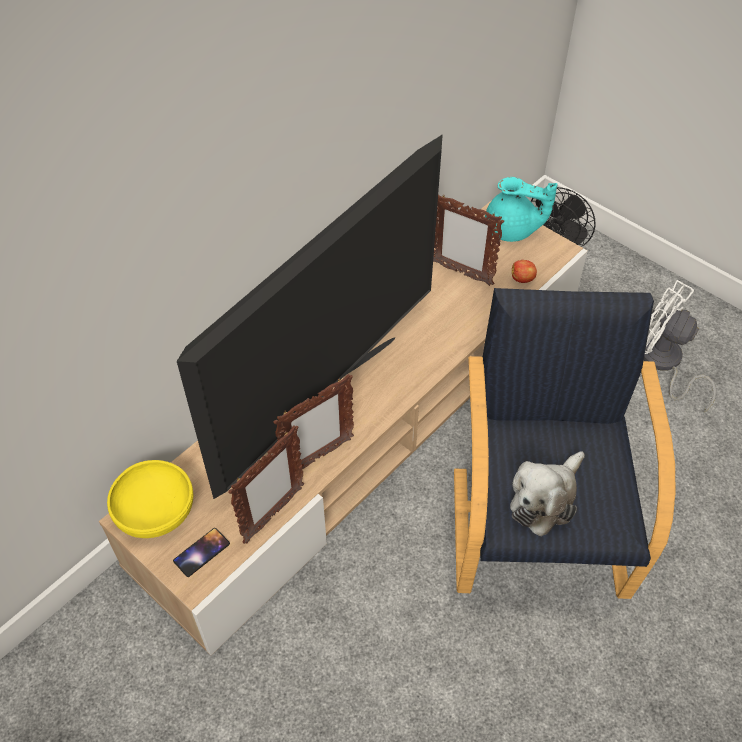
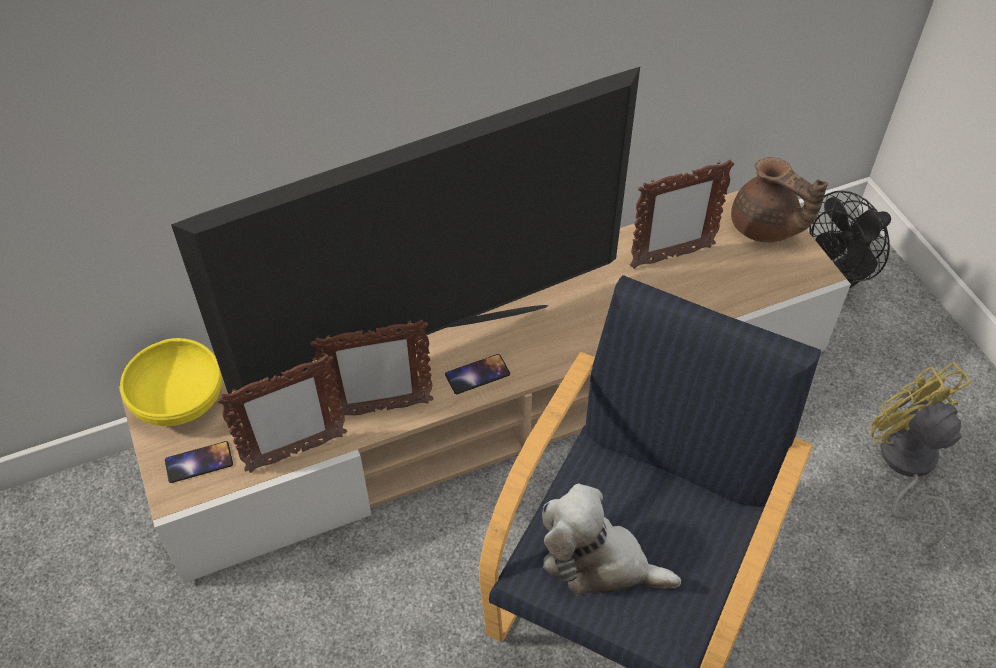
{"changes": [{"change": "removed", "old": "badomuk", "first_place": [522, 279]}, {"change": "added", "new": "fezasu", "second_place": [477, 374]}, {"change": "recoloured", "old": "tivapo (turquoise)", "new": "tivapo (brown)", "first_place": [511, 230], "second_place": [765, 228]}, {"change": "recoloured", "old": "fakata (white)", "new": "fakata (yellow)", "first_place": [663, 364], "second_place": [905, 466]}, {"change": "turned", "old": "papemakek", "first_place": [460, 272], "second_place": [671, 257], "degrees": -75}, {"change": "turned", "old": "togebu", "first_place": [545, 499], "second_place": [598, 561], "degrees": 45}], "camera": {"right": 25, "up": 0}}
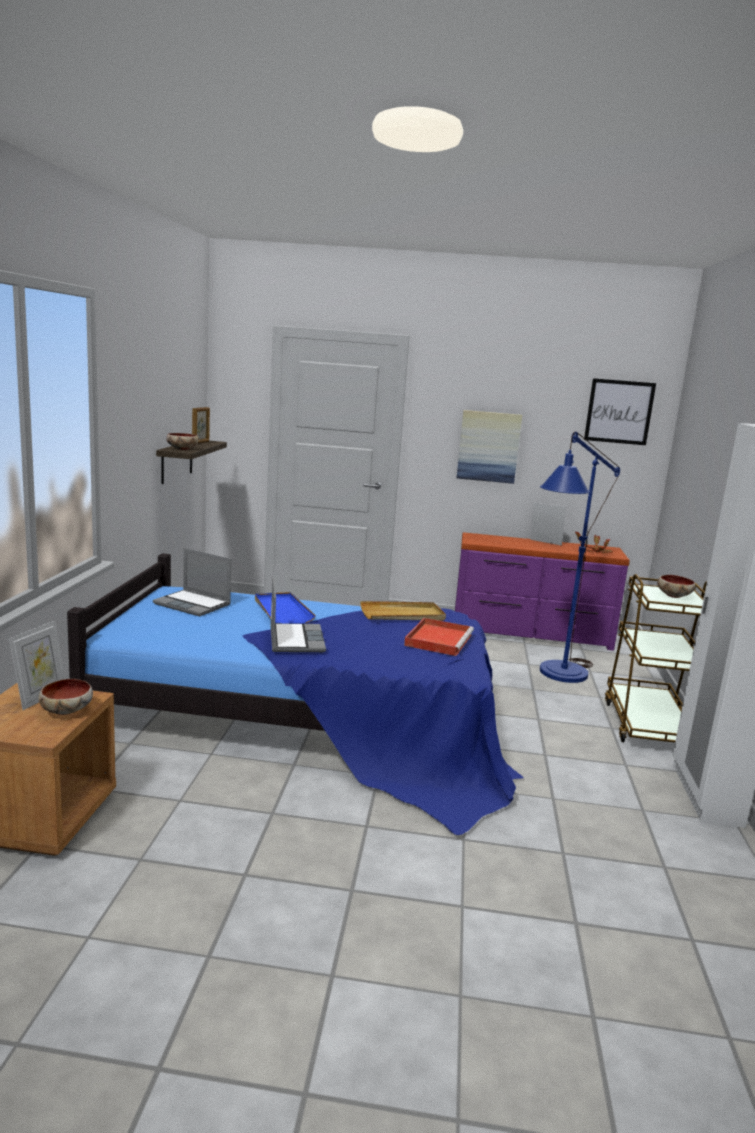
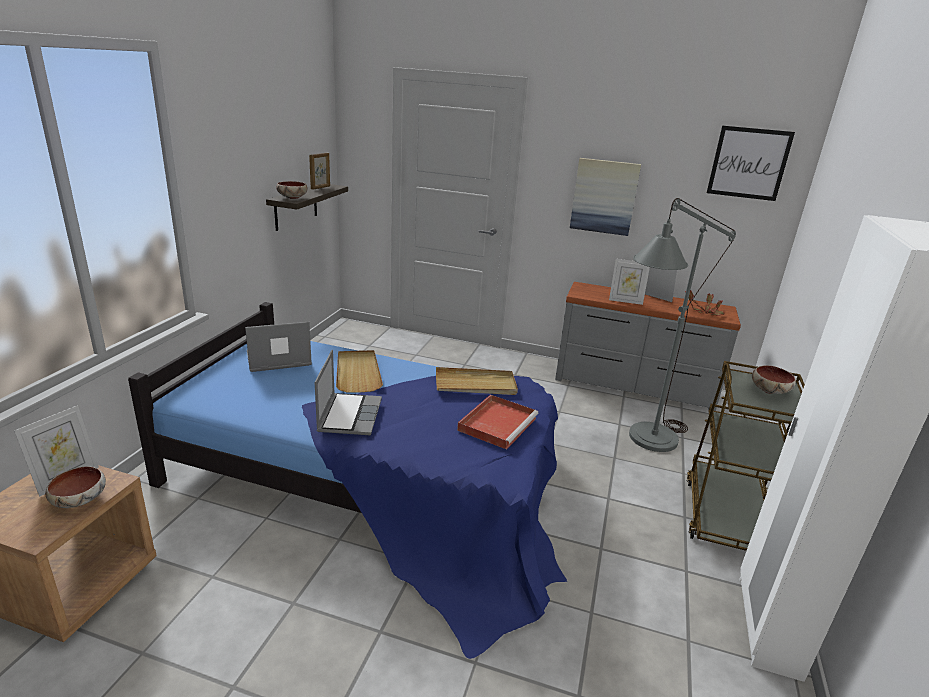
{"changes": [{"change": "added", "new": "papemakek", "second_place": [625, 301]}, {"change": "recoloured", "old": "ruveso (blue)", "new": "ruveso (beige)", "first_place": [282, 611], "second_place": [358, 373]}, {"change": "recoloured", "old": "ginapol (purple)", "new": "ginapol (grey)", "first_place": [531, 634], "second_place": [633, 385]}, {"change": "recoloured", "old": "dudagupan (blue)", "new": "dudagupan (grey)", "first_place": [556, 676], "second_place": [644, 442]}, {"change": "turned", "old": "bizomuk", "first_place": [193, 604], "second_place": [278, 360], "degrees": 120}], "camera": {"right": 10, "up": 10}}
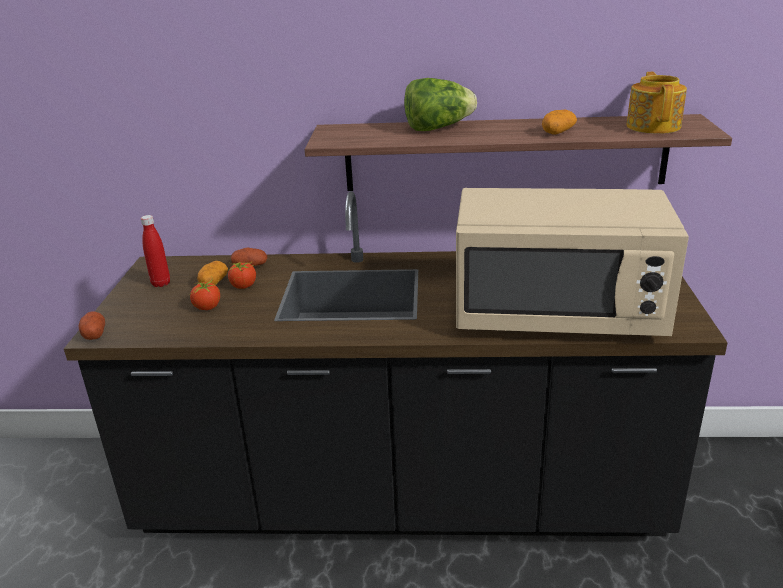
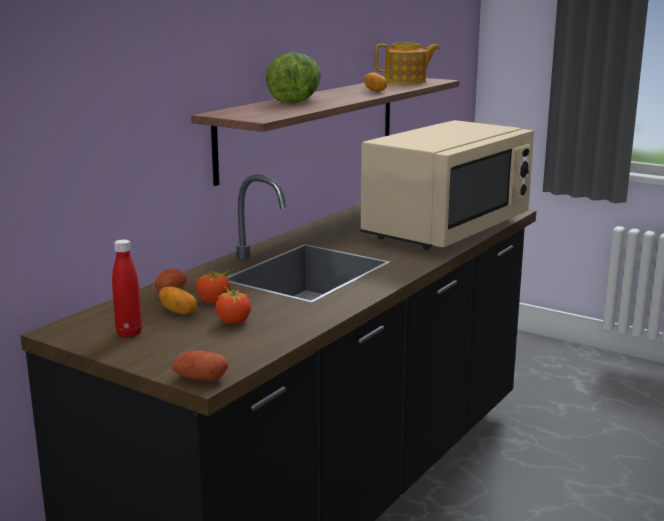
{"changes": [{"change": "turned", "old": "tivapo", "first_place": [654, 126], "second_place": [406, 82], "degrees": 135}], "camera": {"right": -60, "up": -10}}
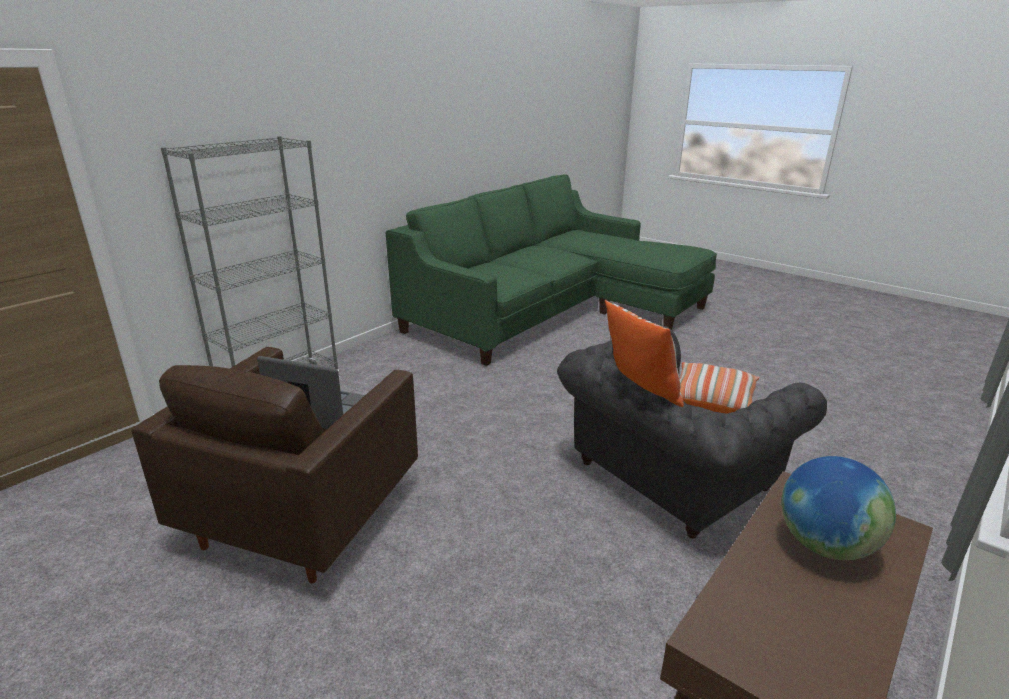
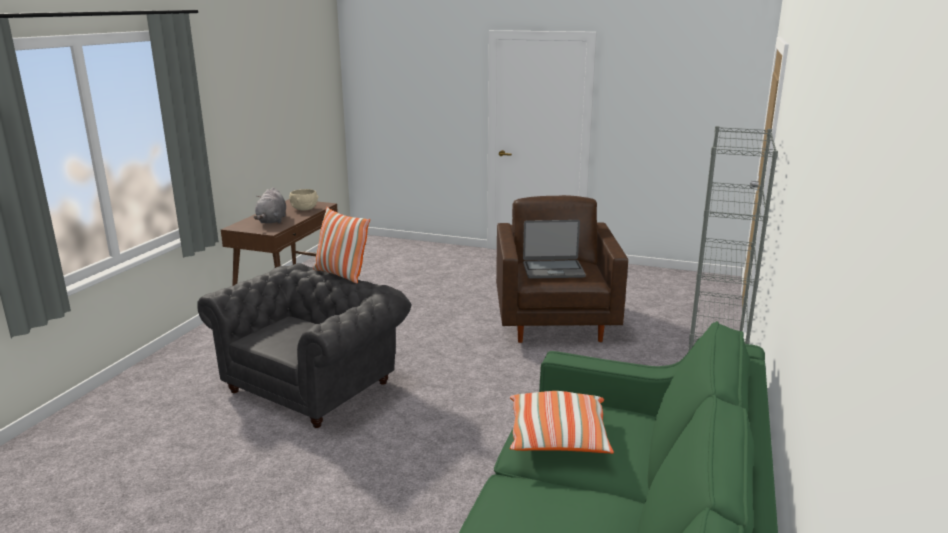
{"changes": [{"change": "added", "new": "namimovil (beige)", "second_place": [304, 209]}, {"change": "moved", "old": "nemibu", "first_place": [712, 400], "second_place": [558, 439]}, {"change": "replaced", "old": "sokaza", "new": "togebu (grey)", "first_place": [824, 545], "second_place": [272, 221]}], "camera": {"right": 160, "up": -5}}
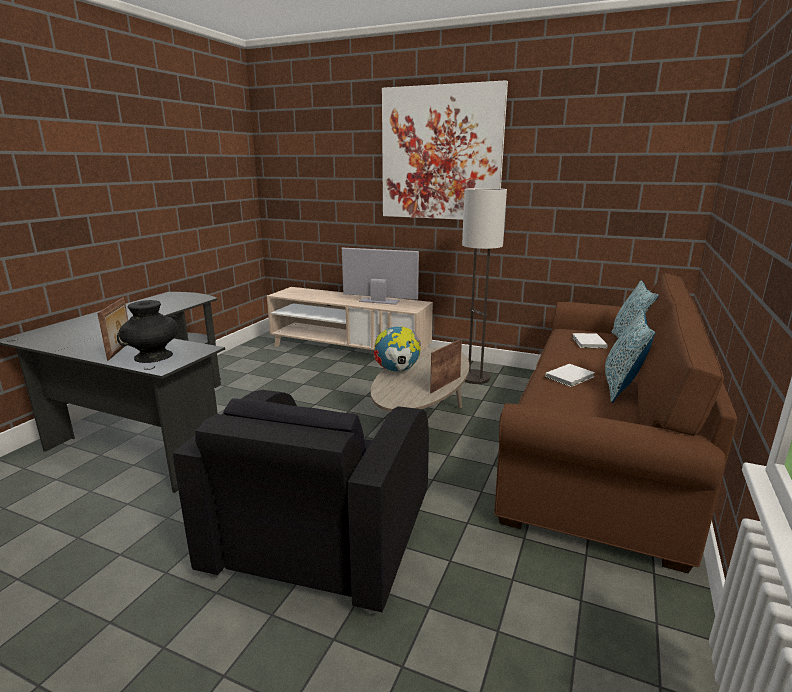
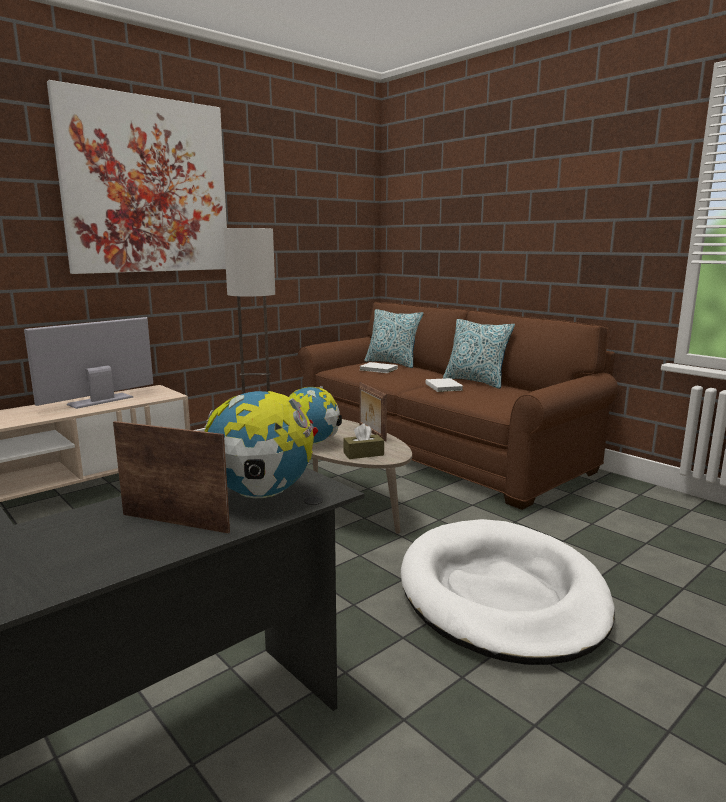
{"changes": [{"change": "added", "new": "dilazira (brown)", "second_place": [363, 454]}, {"change": "replaced", "old": "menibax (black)", "new": "sokaza", "first_place": [154, 356], "second_place": [261, 495]}, {"change": "replaced", "old": "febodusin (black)", "new": "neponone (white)", "first_place": [322, 534], "second_place": [502, 595]}], "camera": {"right": -65, "up": -5}}
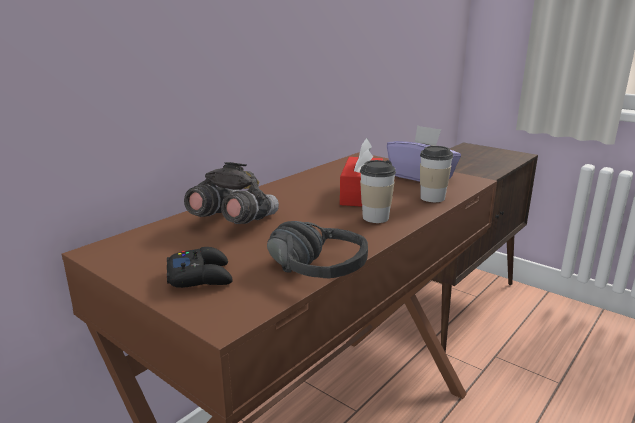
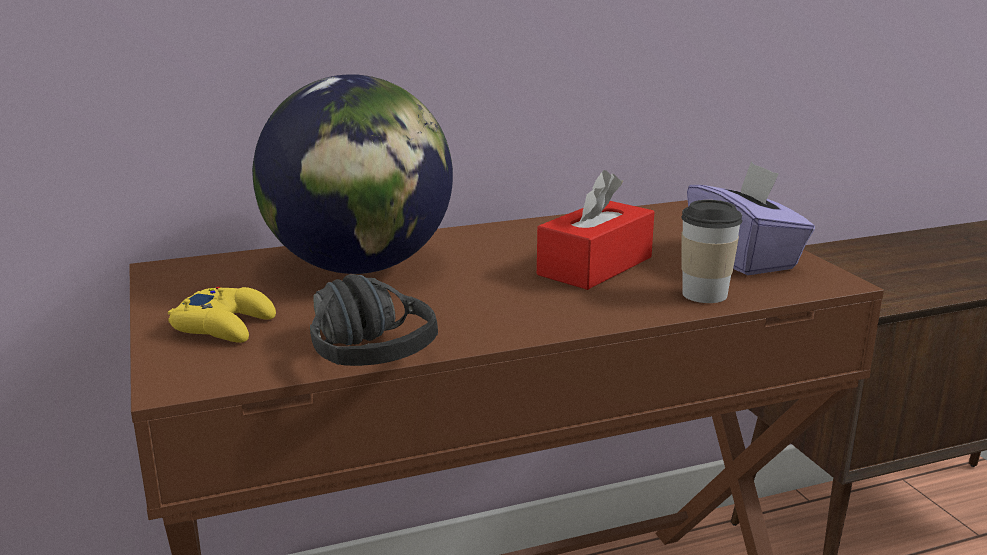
{"changes": [{"change": "removed", "old": "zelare", "first_place": [375, 218]}, {"change": "replaced", "old": "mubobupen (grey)", "new": "sokaza", "first_place": [233, 222], "second_place": [359, 267]}, {"change": "recoloured", "old": "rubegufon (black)", "new": "rubegufon (yellow)", "first_place": [200, 276], "second_place": [225, 325]}], "camera": {"right": 30, "up": 0}}
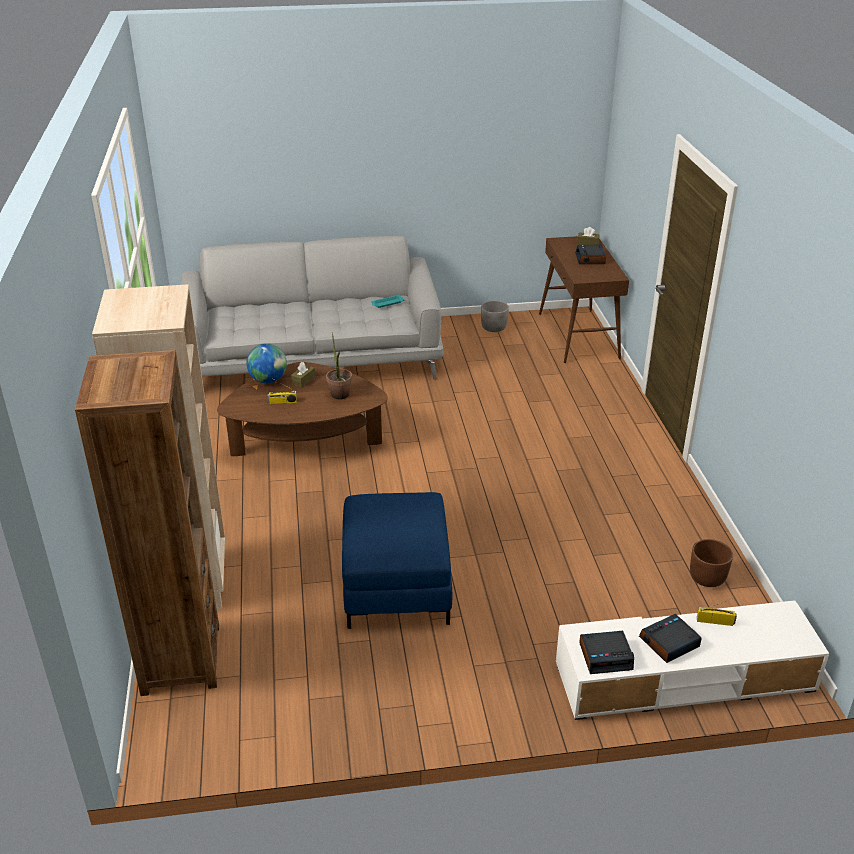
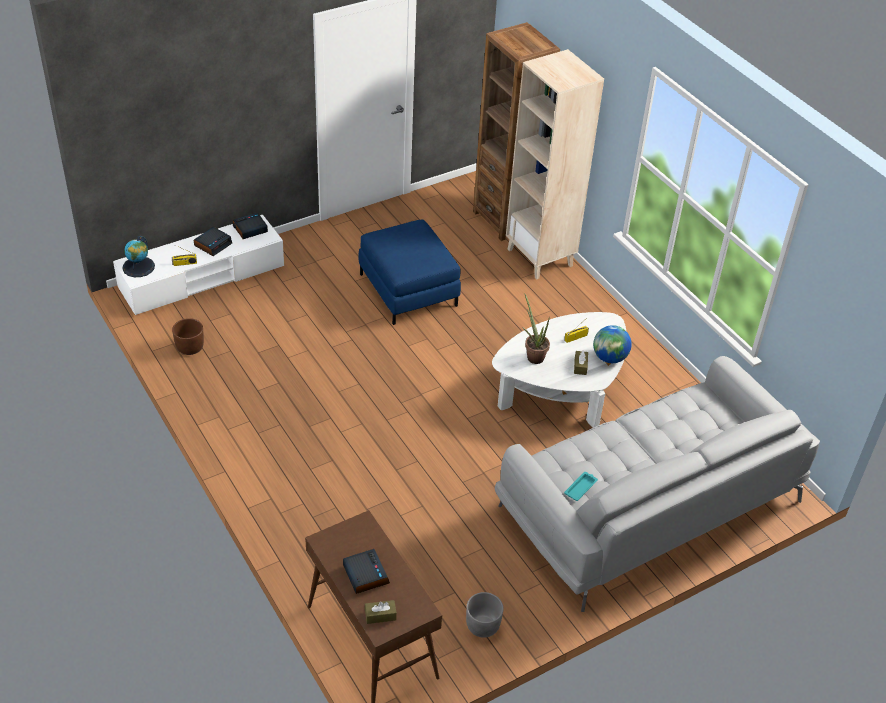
{"changes": [{"change": "added", "new": "sokaza", "second_place": [138, 267]}, {"change": "recoloured", "old": "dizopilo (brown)", "new": "dizopilo (white)", "first_place": [306, 443], "second_place": [562, 389]}], "camera": {"right": 155, "up": 10}}
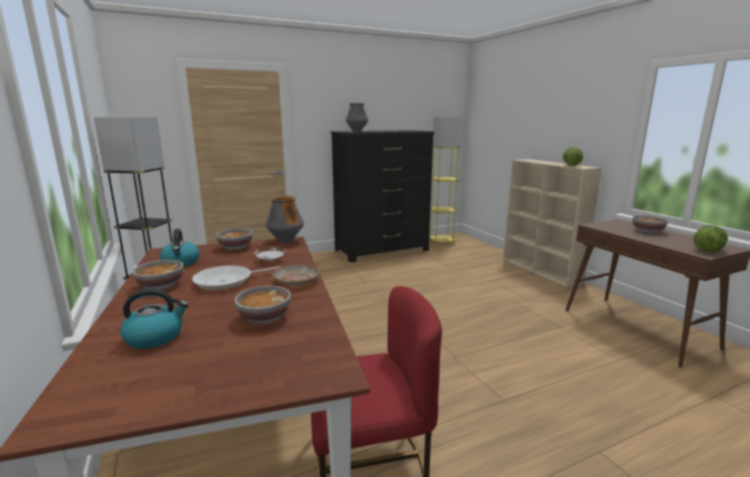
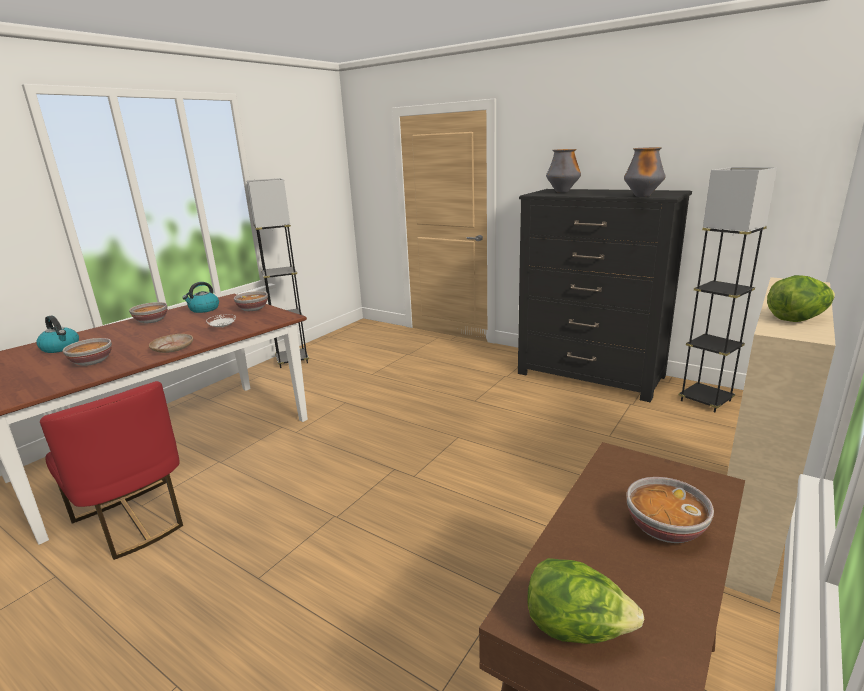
{"changes": [{"change": "removed", "old": "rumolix", "first_place": [227, 281]}, {"change": "moved", "old": "menibax", "first_place": [286, 241], "second_place": [642, 196]}, {"change": "recoloured", "old": "dudagupan (yellow)", "new": "dudagupan (grey)", "first_place": [441, 242], "second_place": [705, 401]}], "camera": {"right": 60, "up": 5}}
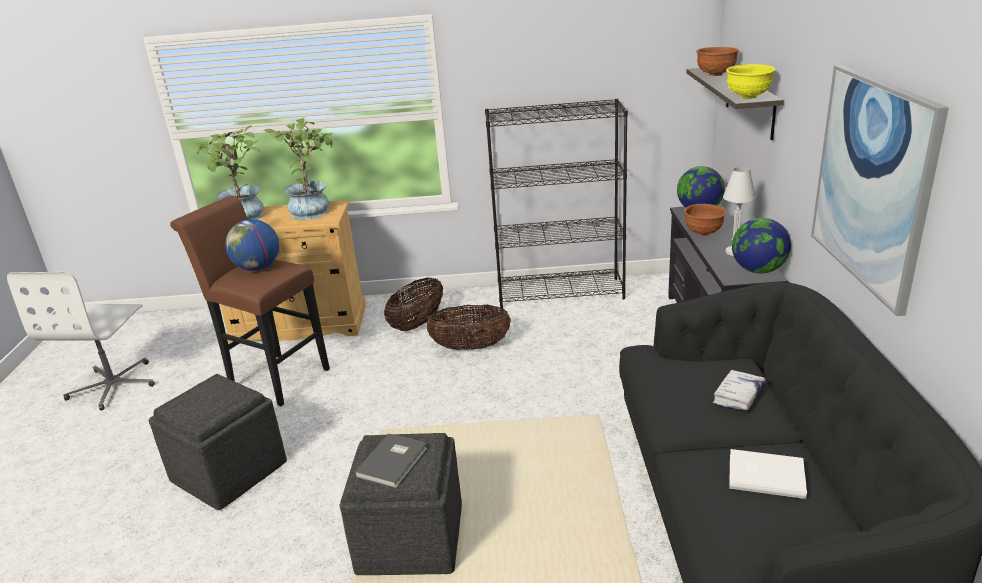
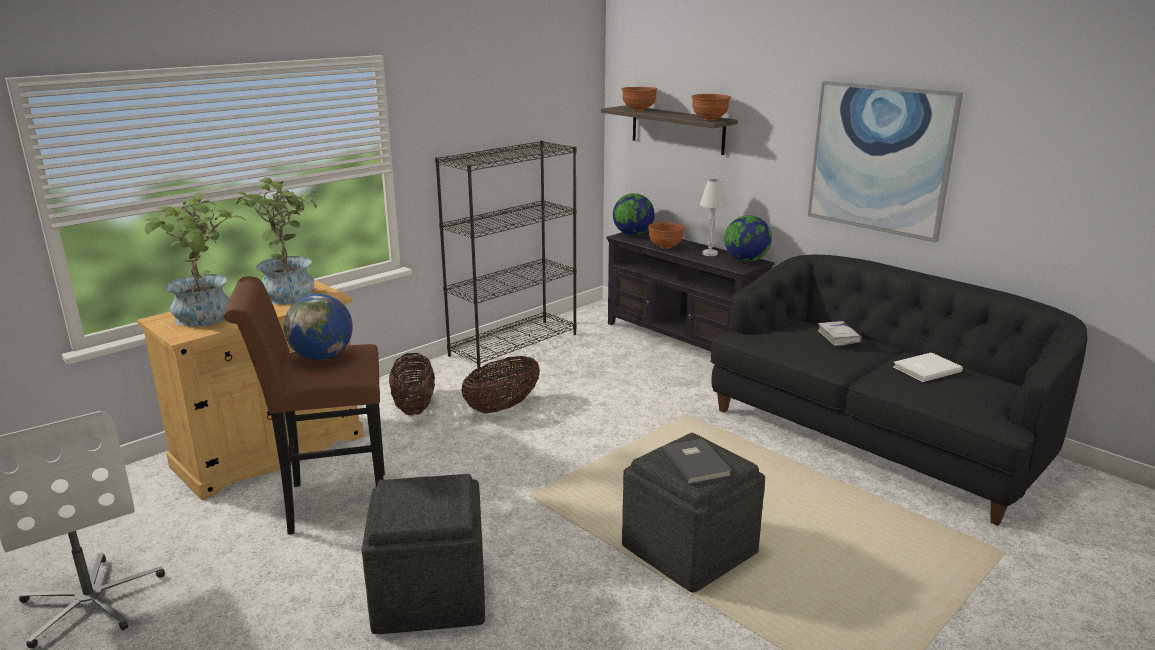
{"changes": [{"change": "recoloured", "old": "namimovil (yellow)", "new": "namimovil (brown)", "first_place": [748, 97], "second_place": [709, 119]}], "camera": {"right": -45, "up": -5}}
